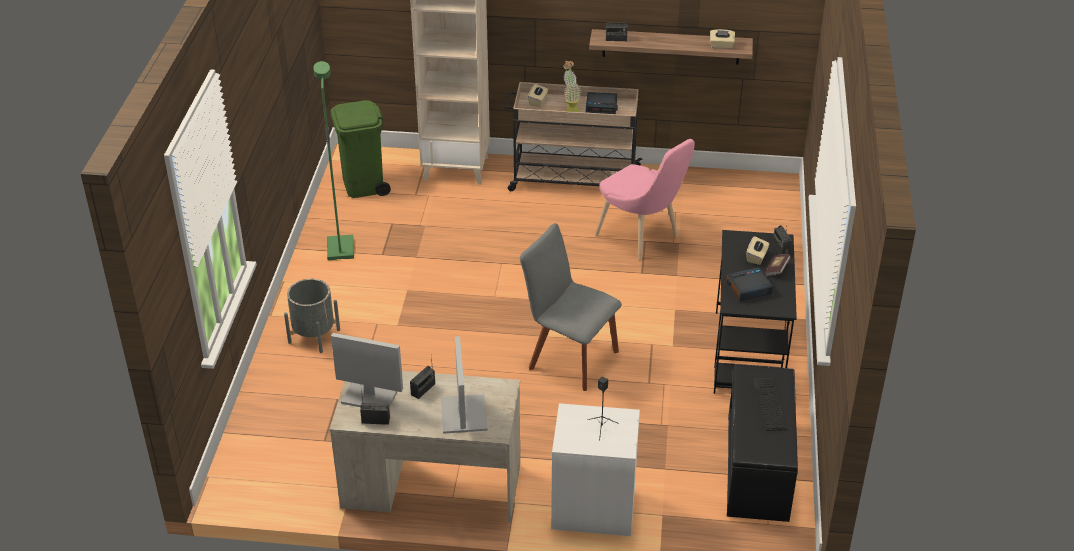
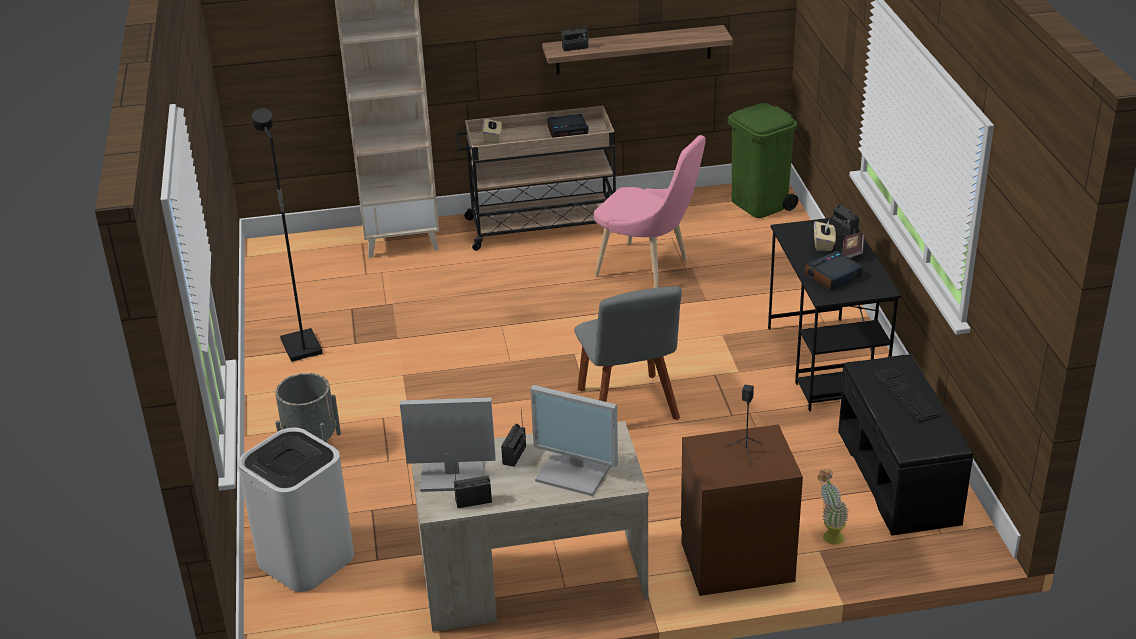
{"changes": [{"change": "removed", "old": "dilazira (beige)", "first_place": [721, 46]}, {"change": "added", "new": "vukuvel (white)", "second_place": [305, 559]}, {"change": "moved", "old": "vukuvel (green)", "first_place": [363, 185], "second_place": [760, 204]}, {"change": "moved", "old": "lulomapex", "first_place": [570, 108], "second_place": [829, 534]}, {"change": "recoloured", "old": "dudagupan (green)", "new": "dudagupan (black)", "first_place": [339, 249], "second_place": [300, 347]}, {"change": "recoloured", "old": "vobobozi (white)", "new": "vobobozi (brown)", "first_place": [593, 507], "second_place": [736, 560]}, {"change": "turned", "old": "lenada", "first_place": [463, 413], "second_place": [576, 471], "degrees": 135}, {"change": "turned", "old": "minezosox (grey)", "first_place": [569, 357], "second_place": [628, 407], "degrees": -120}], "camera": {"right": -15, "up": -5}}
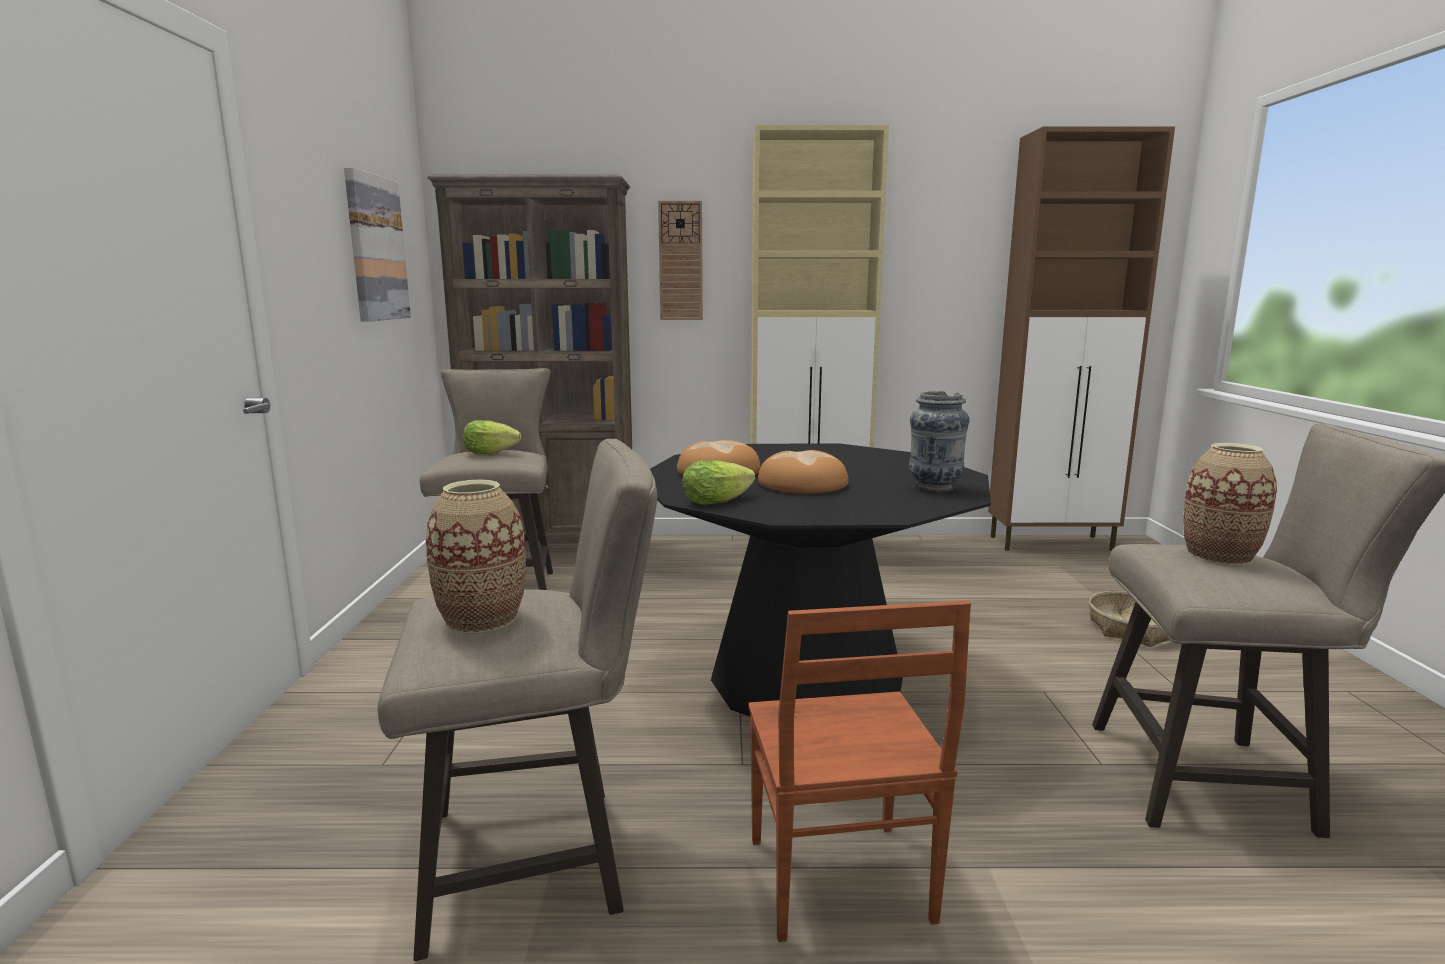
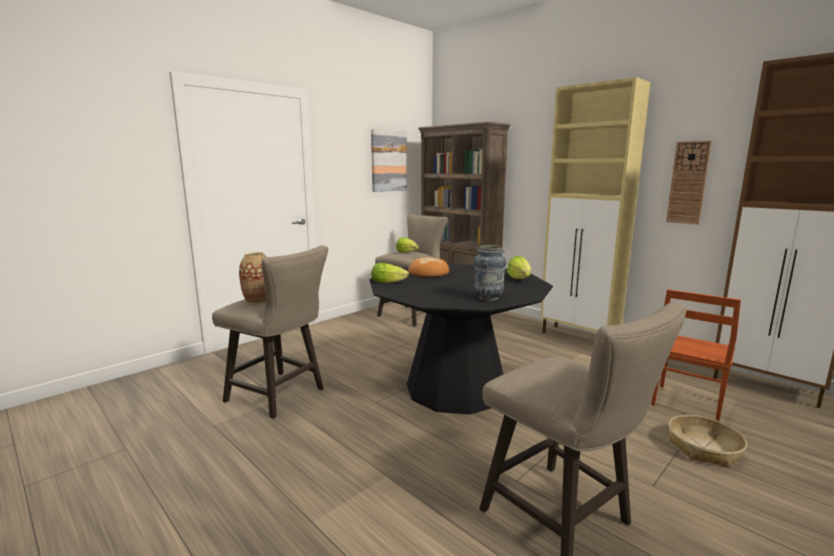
{"changes": [{"change": "removed", "old": "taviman", "first_place": [803, 484]}, {"change": "removed", "old": "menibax", "first_place": [1219, 555]}, {"change": "added", "new": "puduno", "second_place": [519, 279]}, {"change": "moved", "old": "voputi", "first_place": [680, 261], "second_place": [688, 183]}, {"change": "moved", "old": "minezosox (brown)", "first_place": [837, 882], "second_place": [685, 403]}], "camera": {"right": 45, "up": 0}}
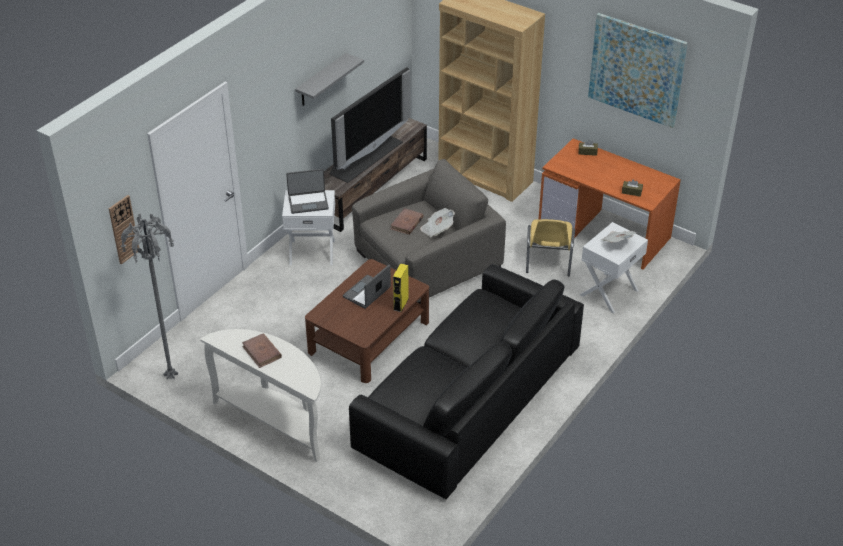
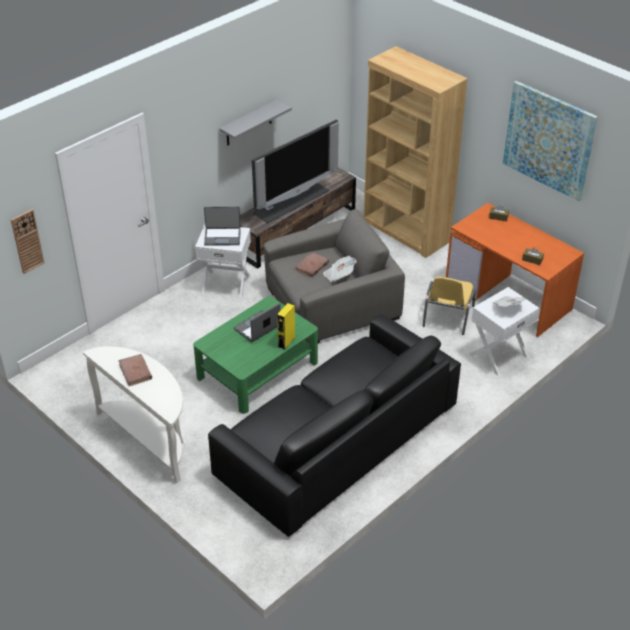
{"changes": [{"change": "removed", "old": "dudagupan (grey)", "first_place": [172, 377]}, {"change": "recoloured", "old": "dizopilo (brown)", "new": "dizopilo (green)", "first_place": [369, 337], "second_place": [257, 370]}], "camera": {"right": 10, "up": 0}}
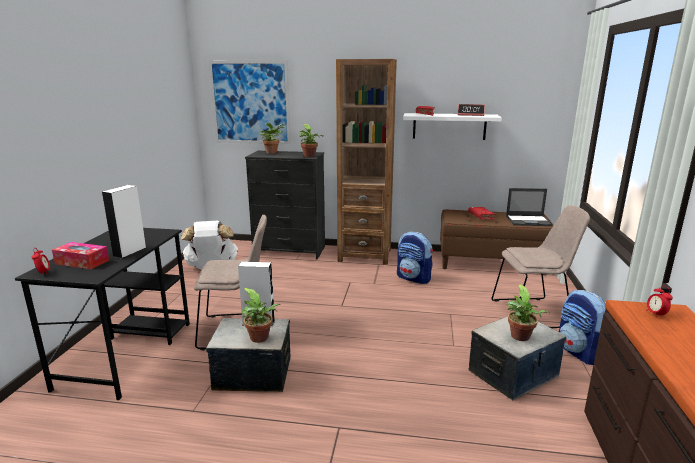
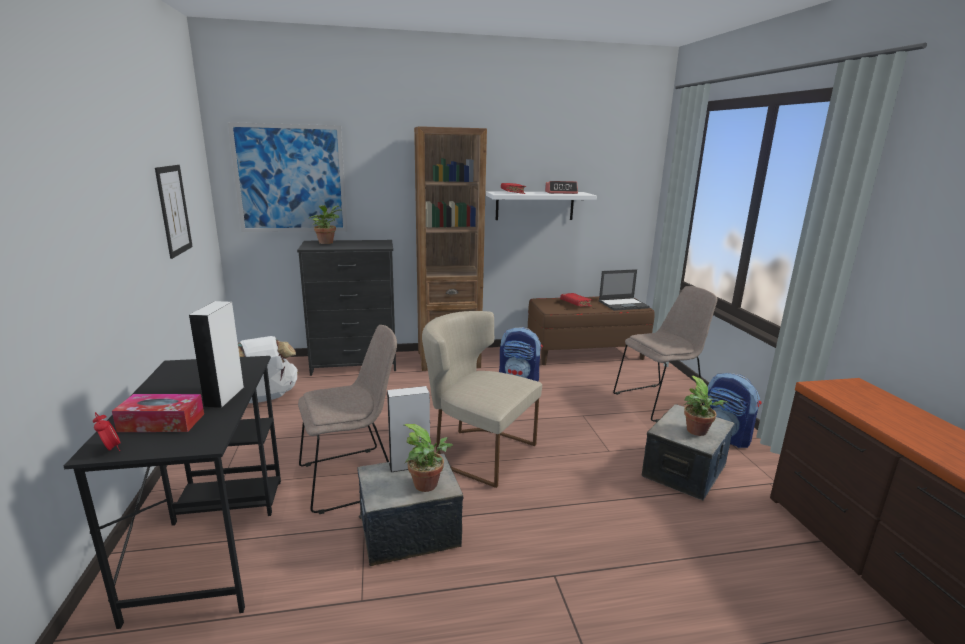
{"changes": [{"change": "removed", "old": "lulomapex", "first_place": [310, 156]}, {"change": "removed", "old": "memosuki", "first_place": [656, 314]}, {"change": "added", "new": "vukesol", "second_place": [174, 210]}, {"change": "added", "new": "minezosox (beige)", "second_place": [477, 451]}], "camera": {"right": -20, "up": 0}}
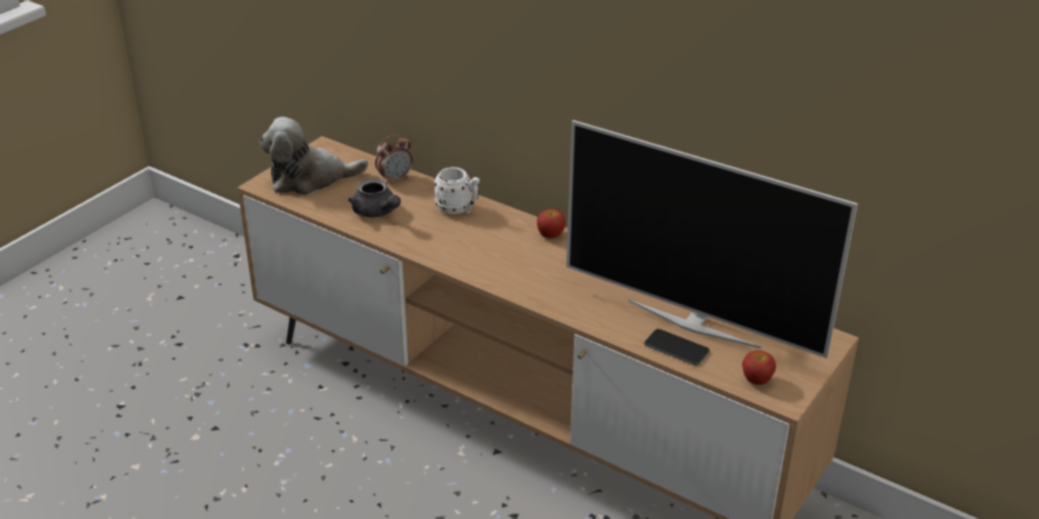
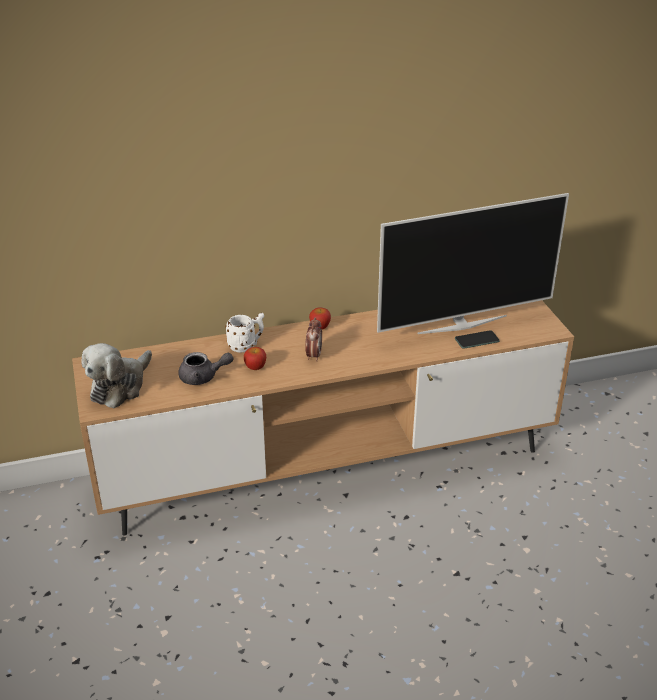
{"changes": [{"change": "moved", "old": "memosuki", "first_place": [395, 179], "second_place": [313, 355]}, {"change": "moved", "old": "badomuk", "first_place": [756, 380], "second_place": [255, 367]}], "camera": {"right": -50, "up": 0}}
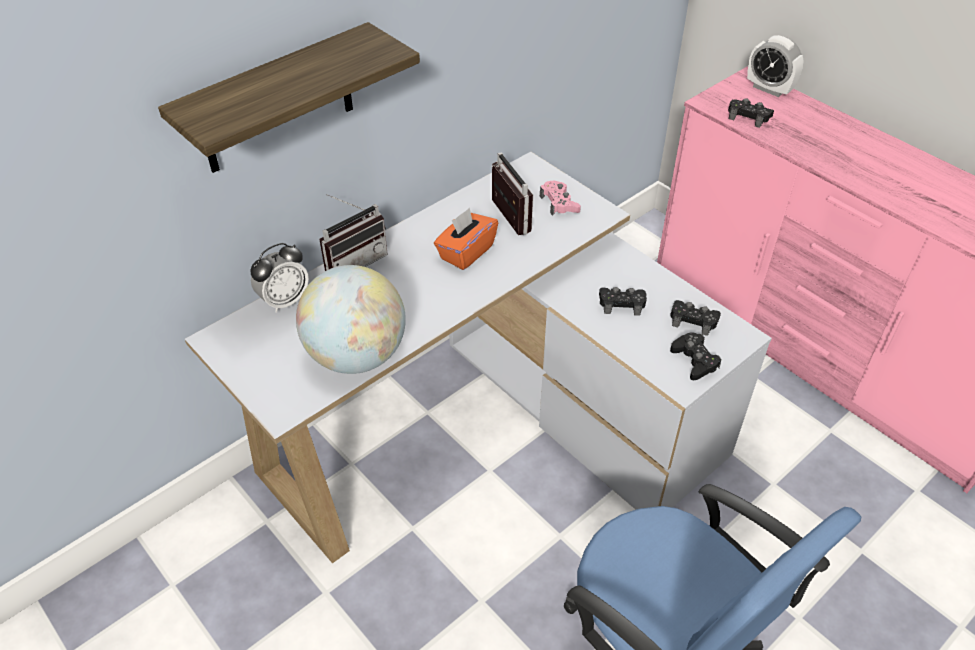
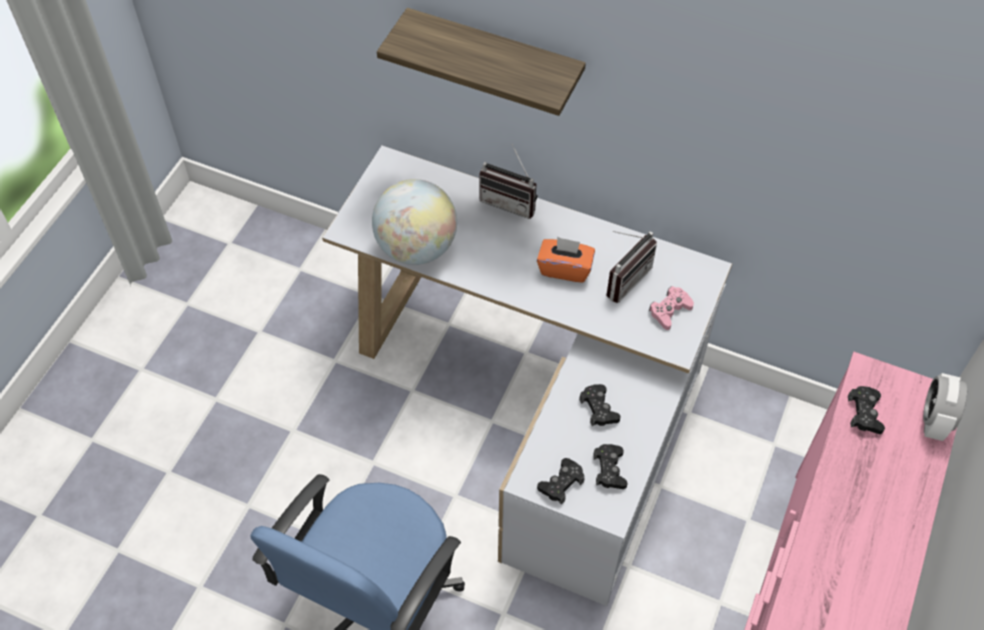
{"changes": [{"change": "removed", "old": "memosuki", "first_place": [284, 300]}], "camera": {"right": 65, "up": 10}}
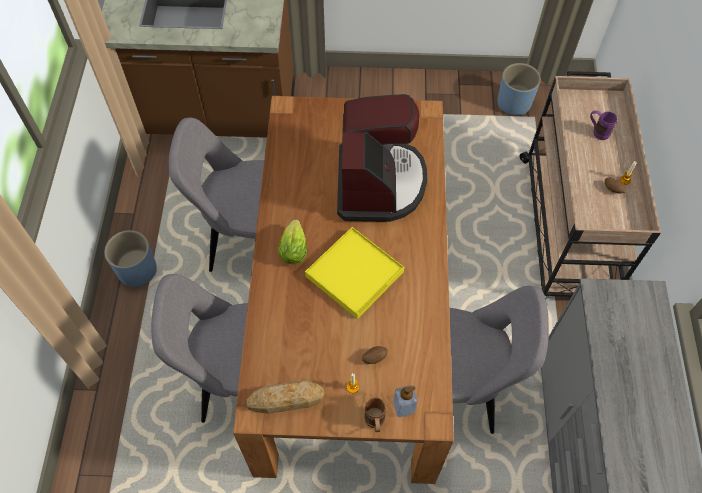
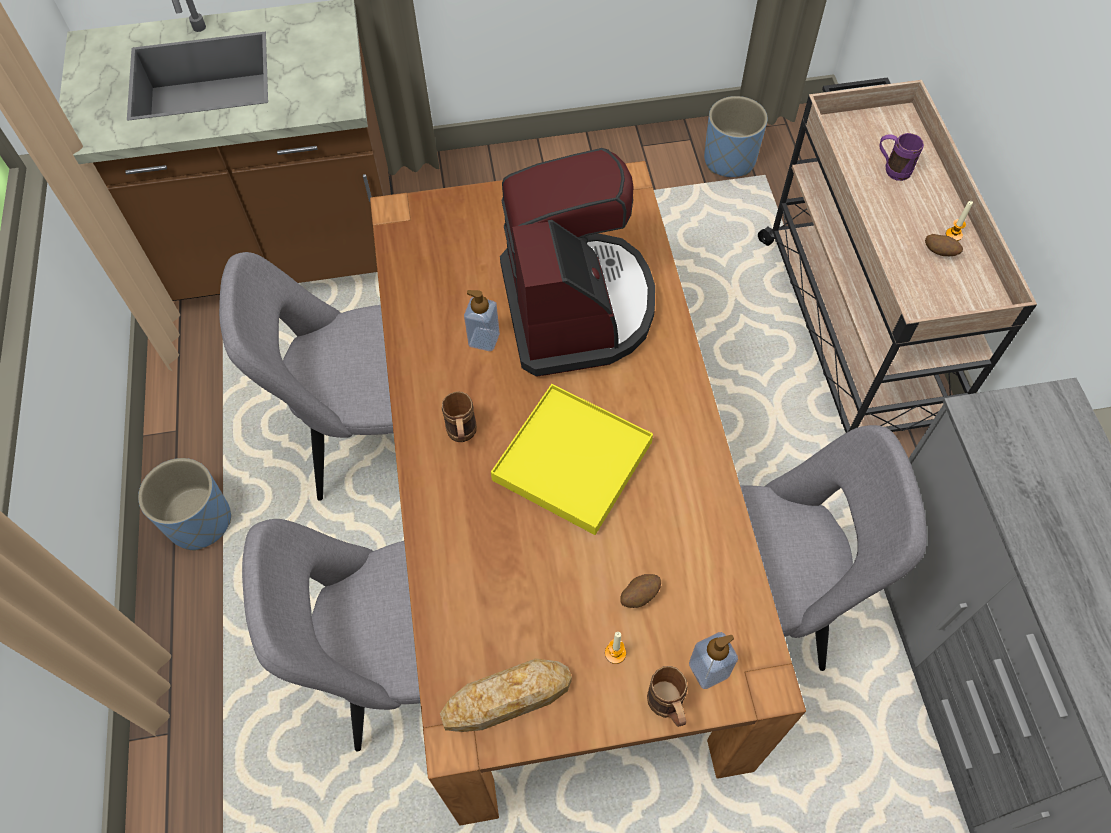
{"changes": [{"change": "added", "new": "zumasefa", "second_place": [484, 339]}, {"change": "replaced", "old": "puduno", "new": "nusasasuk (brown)", "first_place": [294, 248], "second_place": [462, 436]}], "camera": {"right": -10, "up": 0}}
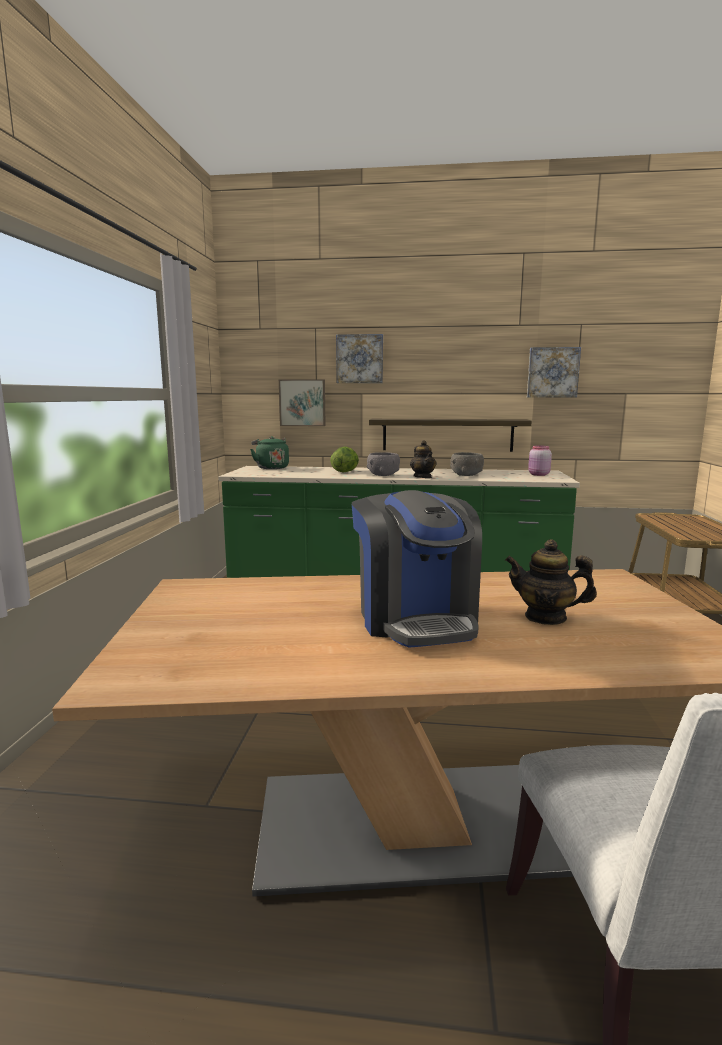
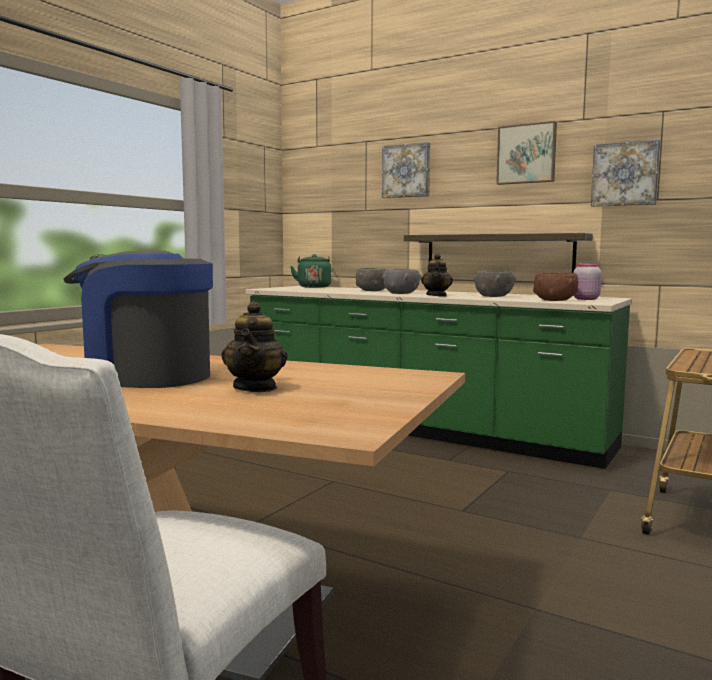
{"changes": [{"change": "added", "new": "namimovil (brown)", "second_place": [555, 300]}, {"change": "moved", "old": "vukesol", "first_place": [302, 402], "second_place": [526, 154]}, {"change": "replaced", "old": "puduno", "new": "namimovil (grey)", "first_place": [345, 472], "second_place": [372, 291]}, {"change": "turned", "old": "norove", "first_place": [415, 618], "second_place": [143, 377], "degrees": 90}, {"change": "turned", "old": "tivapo", "first_place": [546, 617], "second_place": [256, 388], "degrees": -135}], "camera": {"right": 25, "up": -5}}
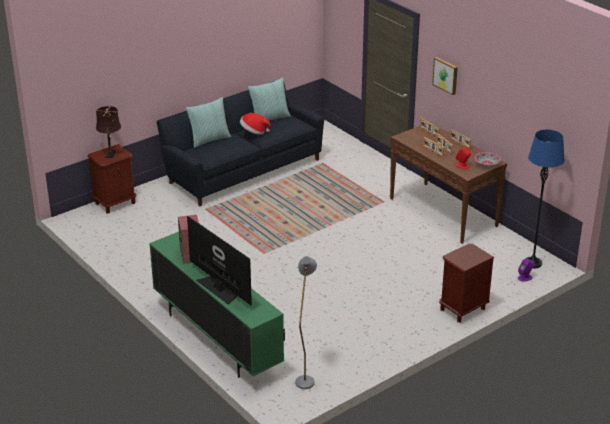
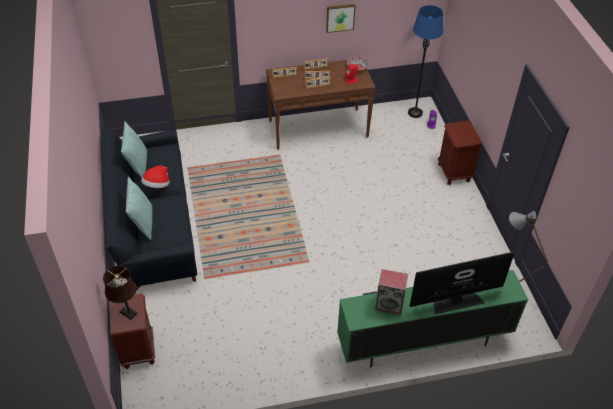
{"changes": [{"change": "moved", "old": "vukesol", "first_place": [446, 75], "second_place": [340, 17]}], "camera": {"right": -65, "up": 15}}
